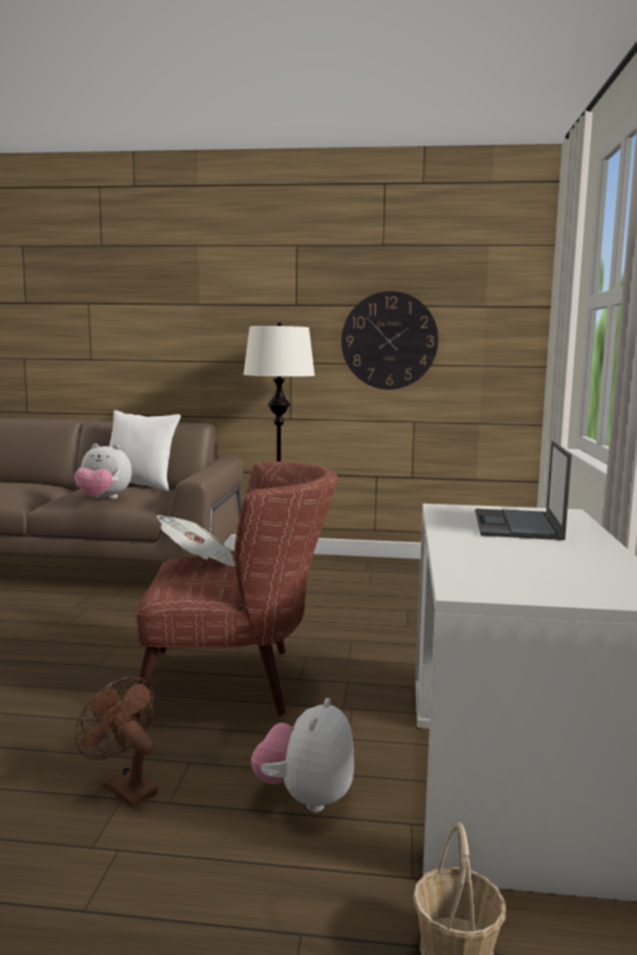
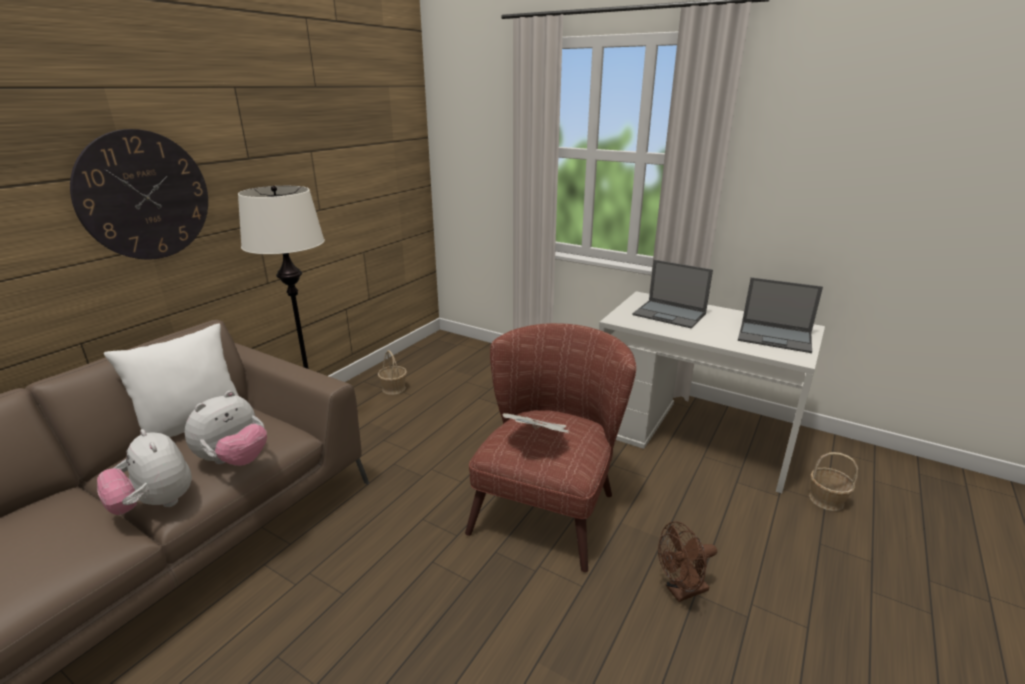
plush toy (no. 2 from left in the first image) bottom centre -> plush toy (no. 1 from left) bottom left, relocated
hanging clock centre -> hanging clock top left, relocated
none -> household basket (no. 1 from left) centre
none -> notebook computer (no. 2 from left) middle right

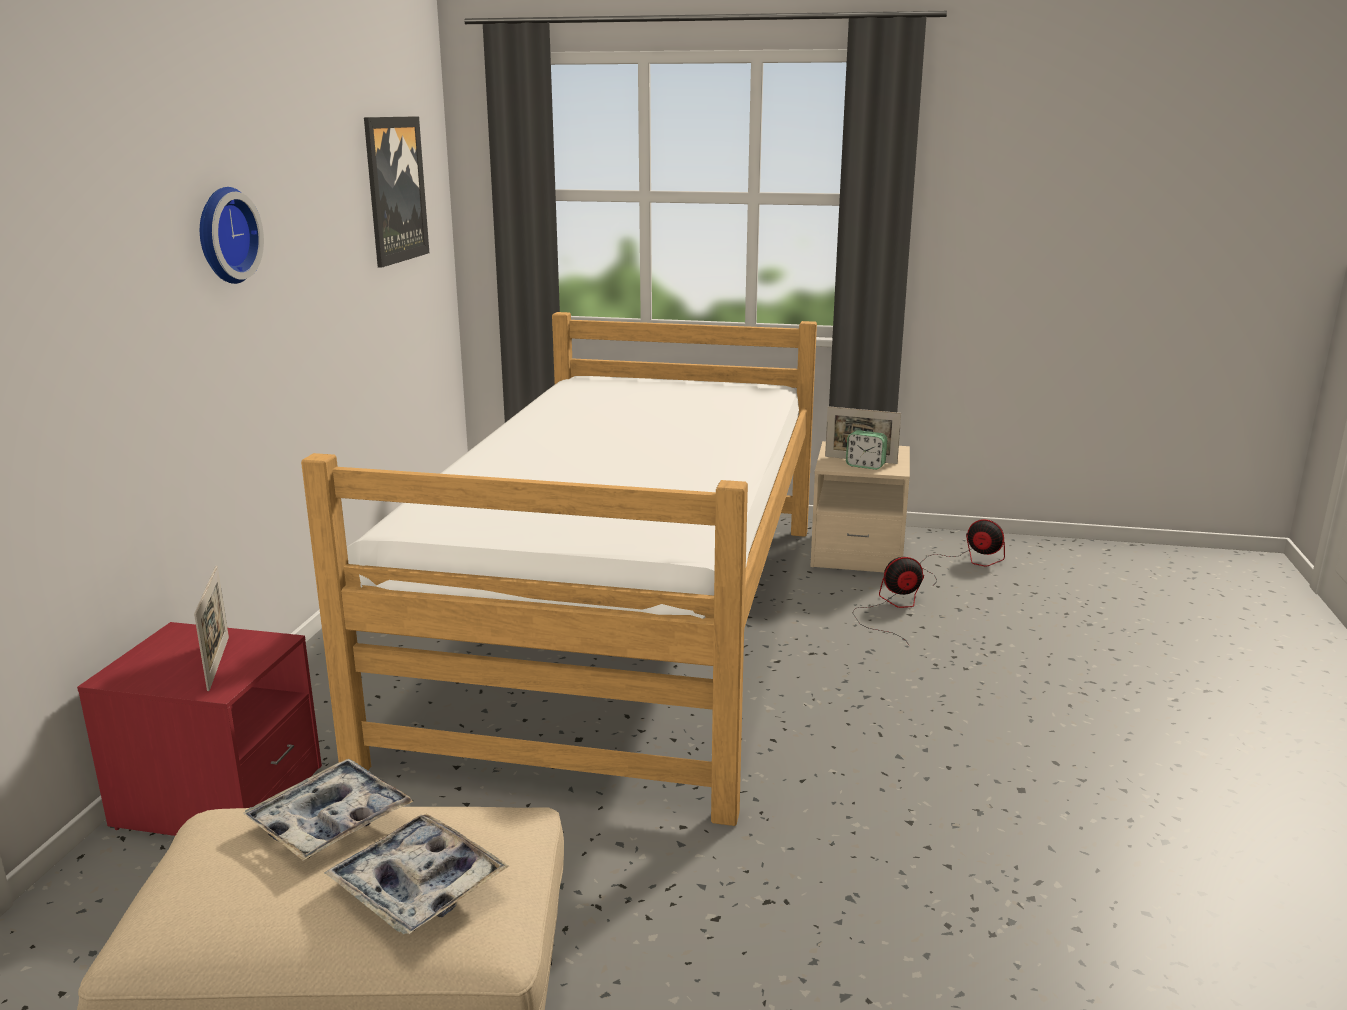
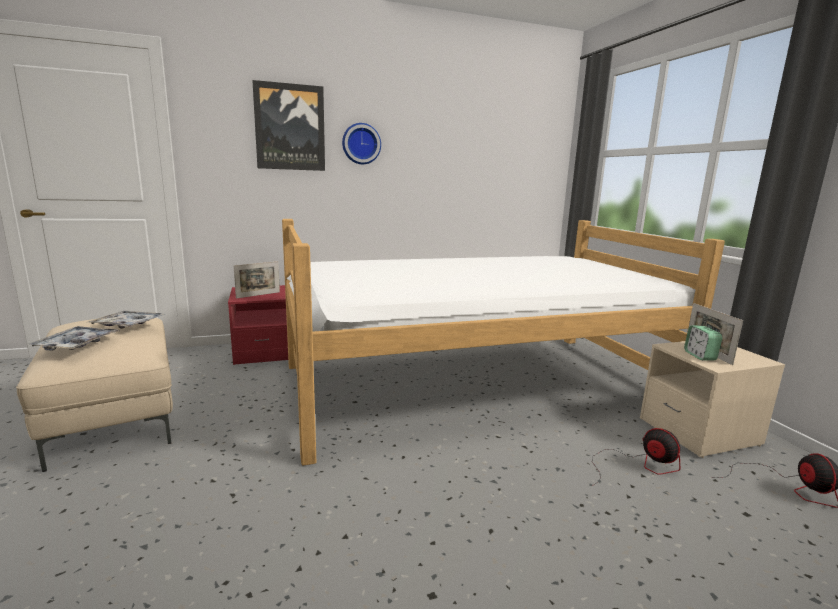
picture top left -> picture top centre, relocated

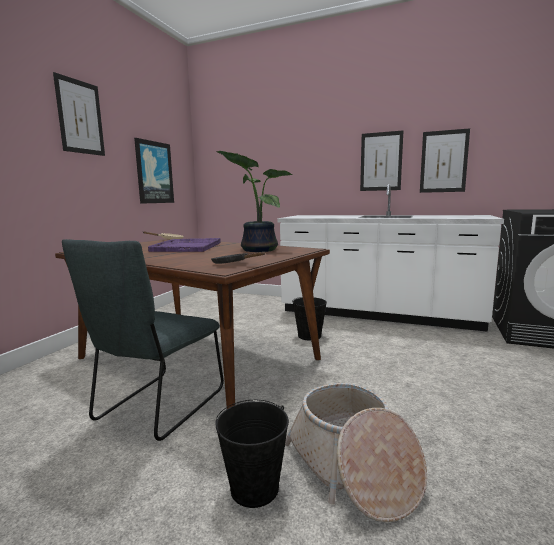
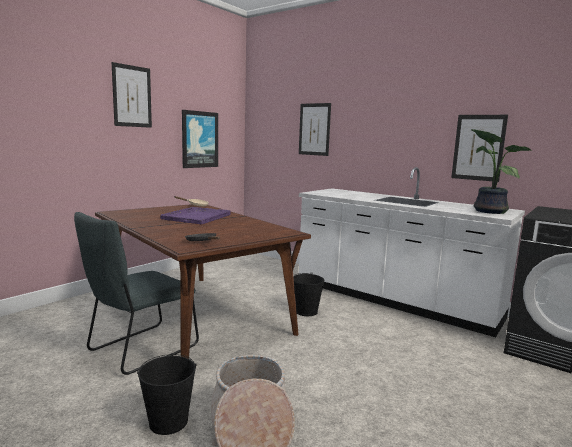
potted plant centre -> potted plant middle right, relocated
picture (no. 3 from left) top right -> picture (no. 3 from left) top centre, relocated

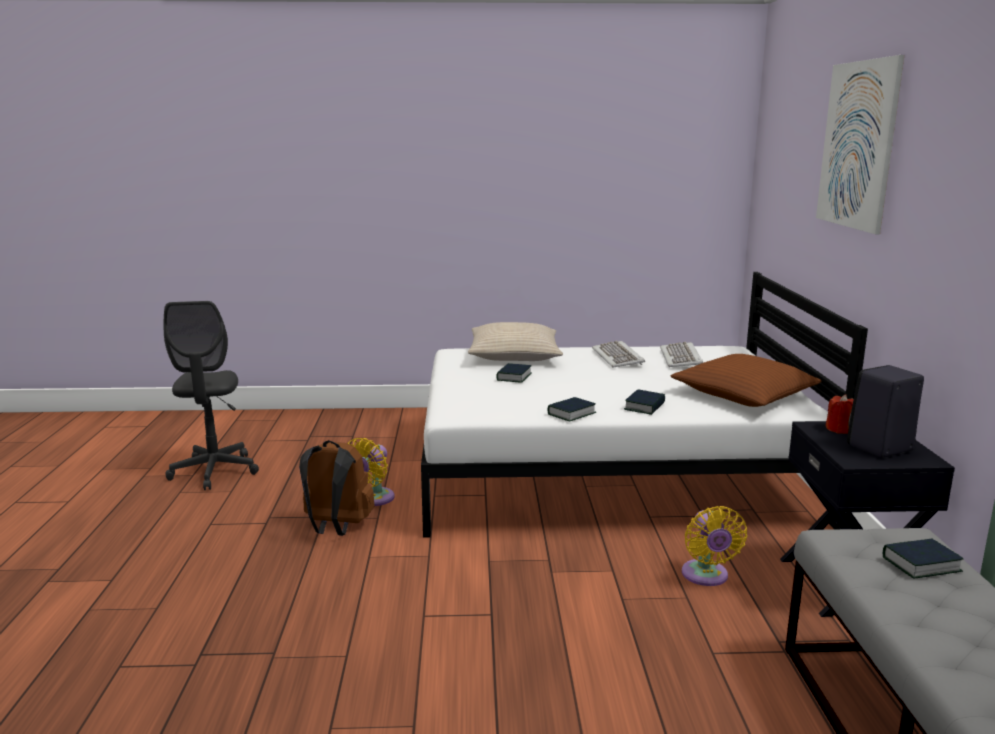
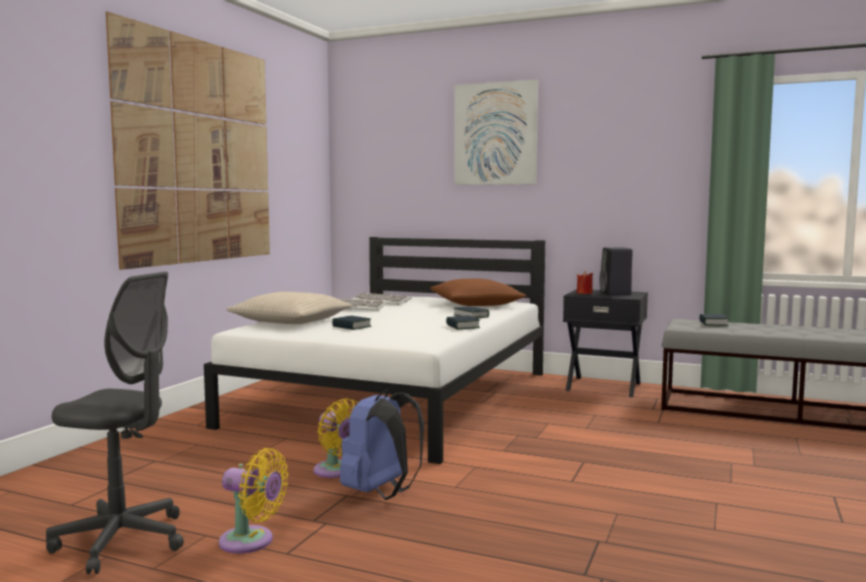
knapsack (brownish) centre -> knapsack (blue) bottom centre
fan (yellow-coloured) (no. 2 from left in the first image) bottom right -> fan (yellow-coloured) (no. 1 from left) bottom left, relocated
none -> picture (no. 1 from left) top left

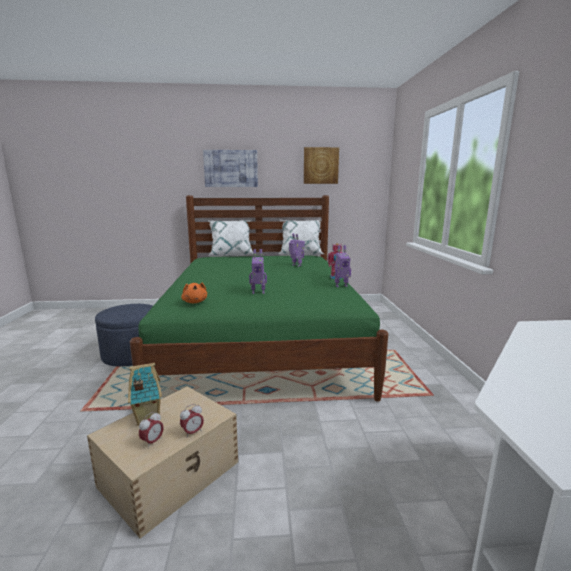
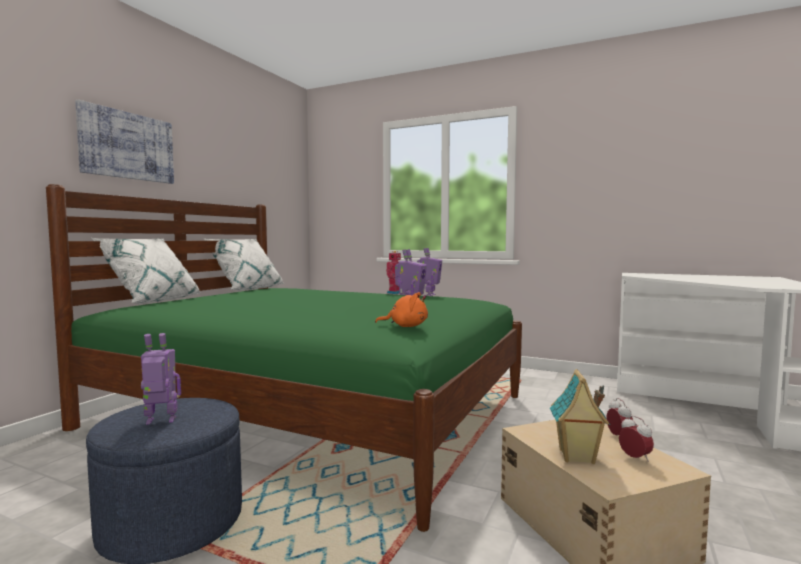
model robot (no. 2 from left in the first image) centre -> model robot (no. 1 from left) bottom left, relocated
picture (no. 2 from left) top centre -> none

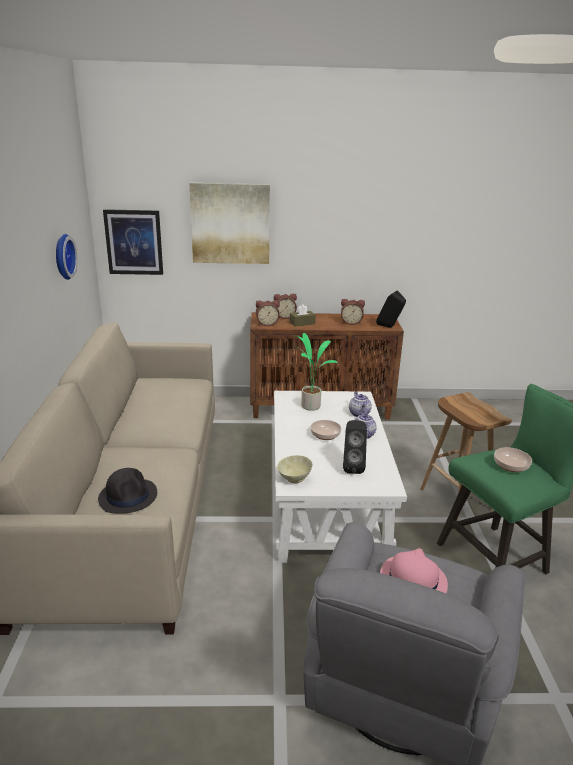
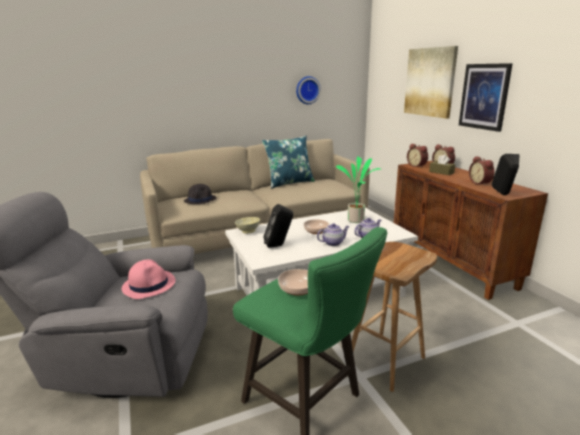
picture (no. 1 from left in the first image) top left -> picture (no. 2 from left) top right, relocated
none -> pillow (blue) centre

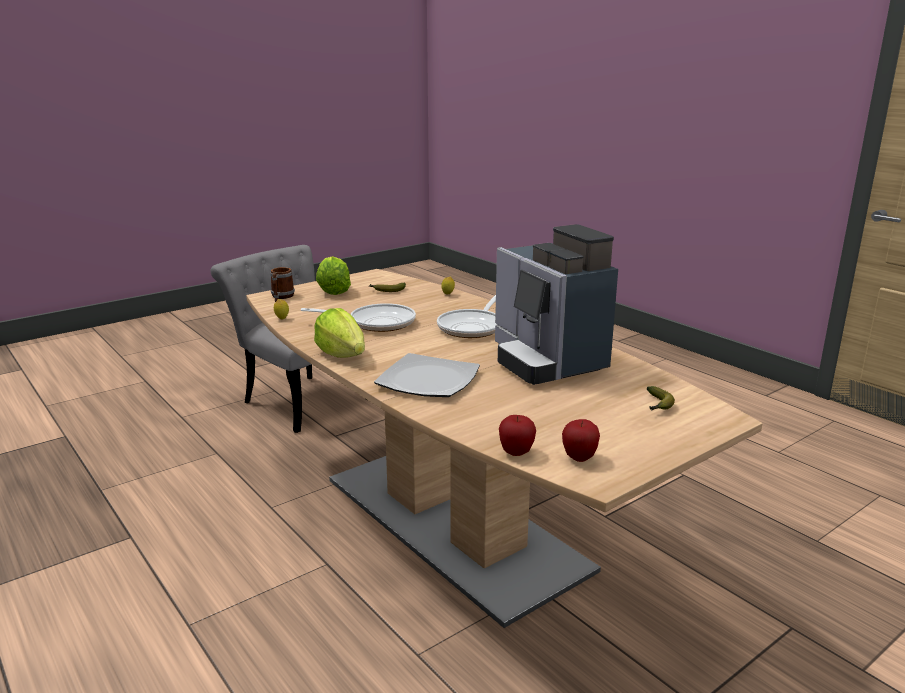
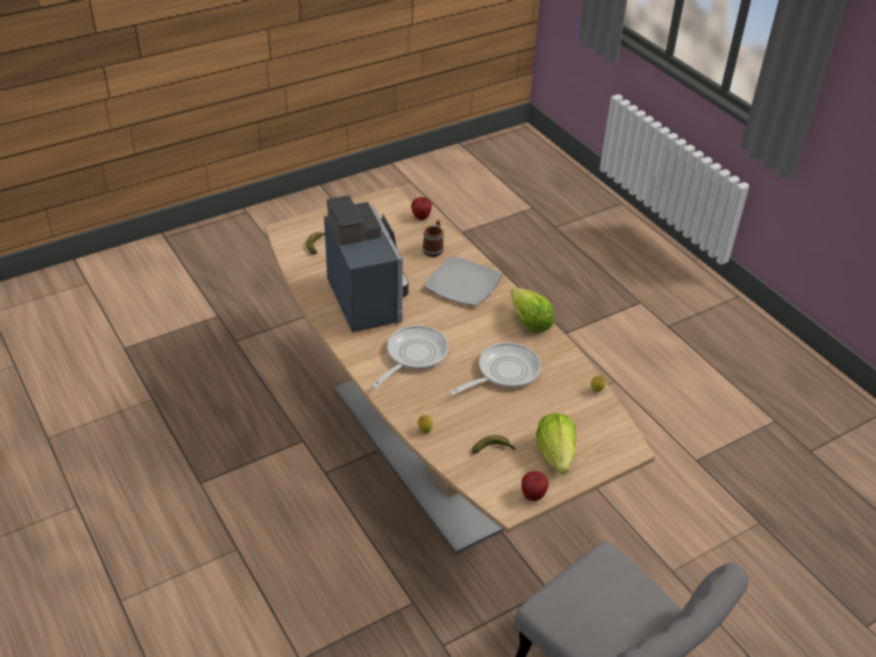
tea mug middle left -> tea mug centre, relocated
skillet (no. 1 from left in the first image) centre -> skillet (no. 2 from left) centre, 135 degrees clockwise
apple fruit (no. 2 from left) centre -> apple fruit (no. 2 from left) bottom centre, relocated

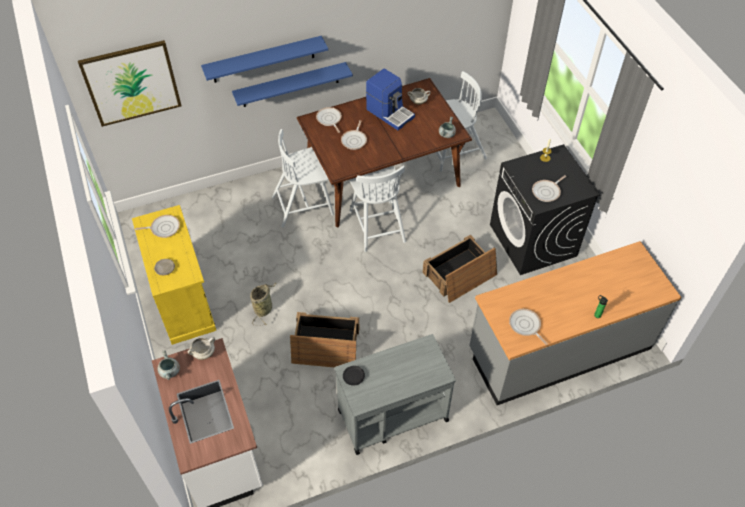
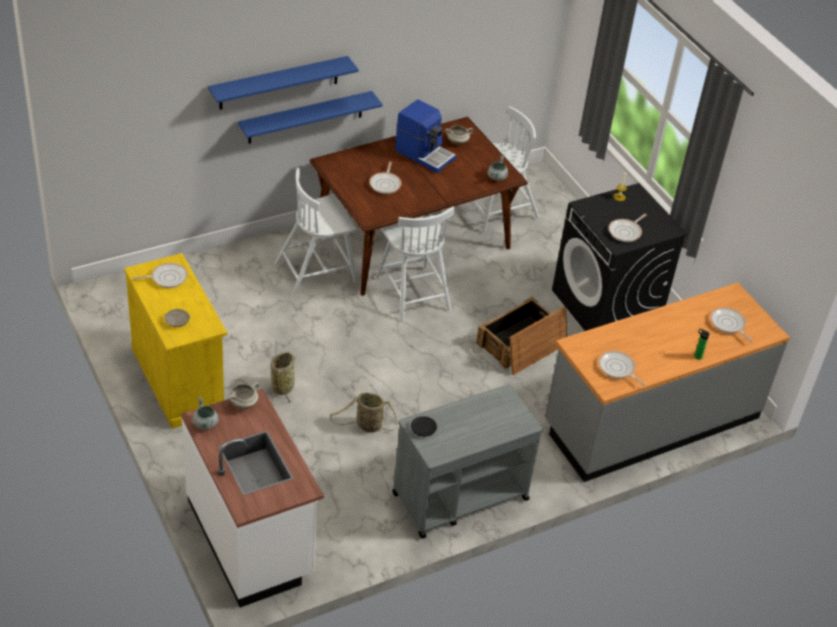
picture top left -> none
shipping crate (no. 1 from left) bottom centre -> household basket (no. 2 from left) centre
skillet (no. 2 from left in the first image) top centre -> skillet (no. 5 from left) middle right, relocated

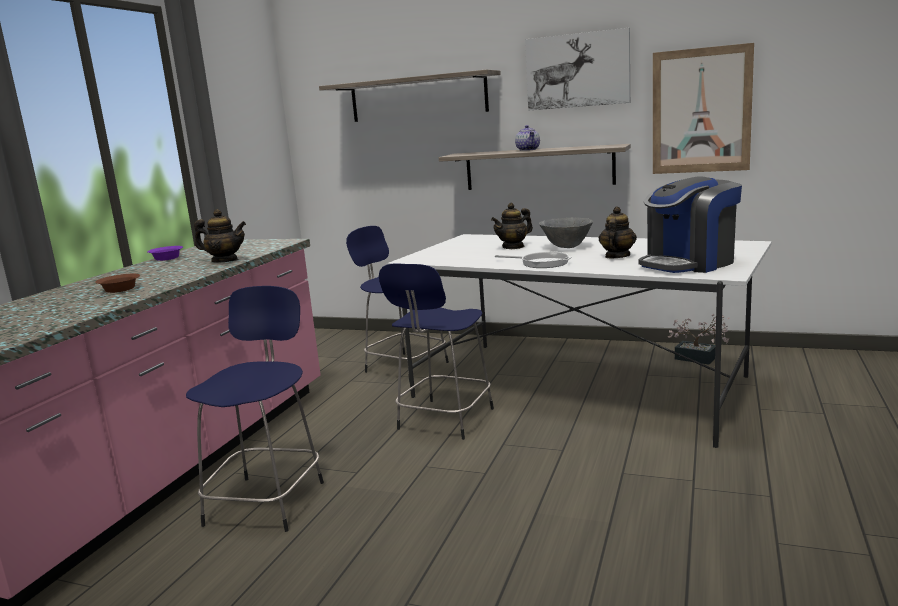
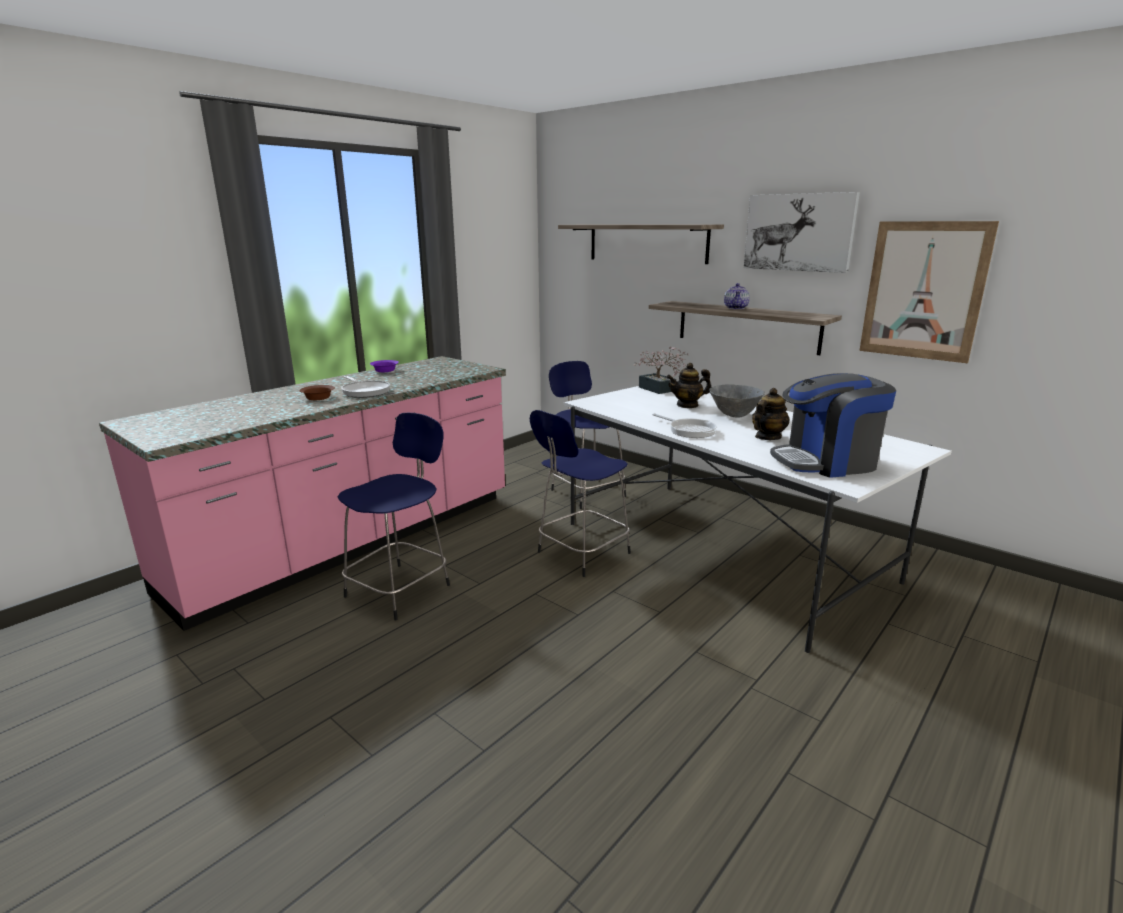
tea pot (no. 1 from left) middle left -> none
potted plant middle right -> potted plant centre, relocated
none -> skillet (no. 1 from left) middle left

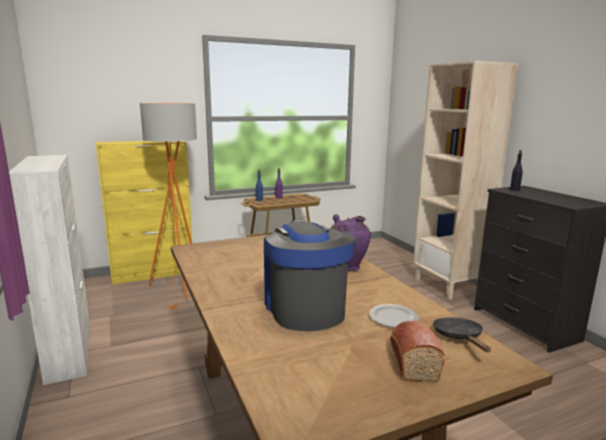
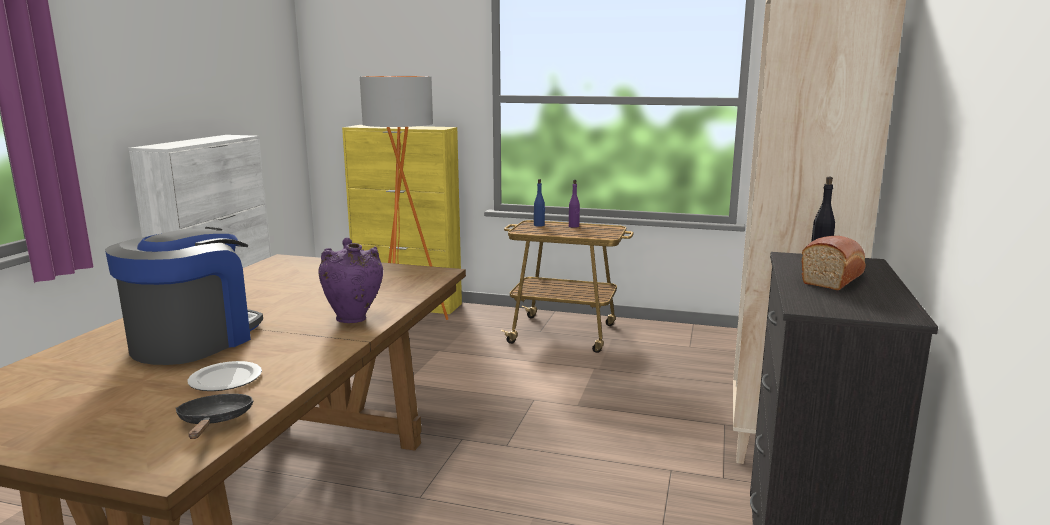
baked bread bottom right -> baked bread middle right, relocated
skillet (blackish) bottom right -> skillet (blackish) bottom left, 45 degrees counterclockwise

